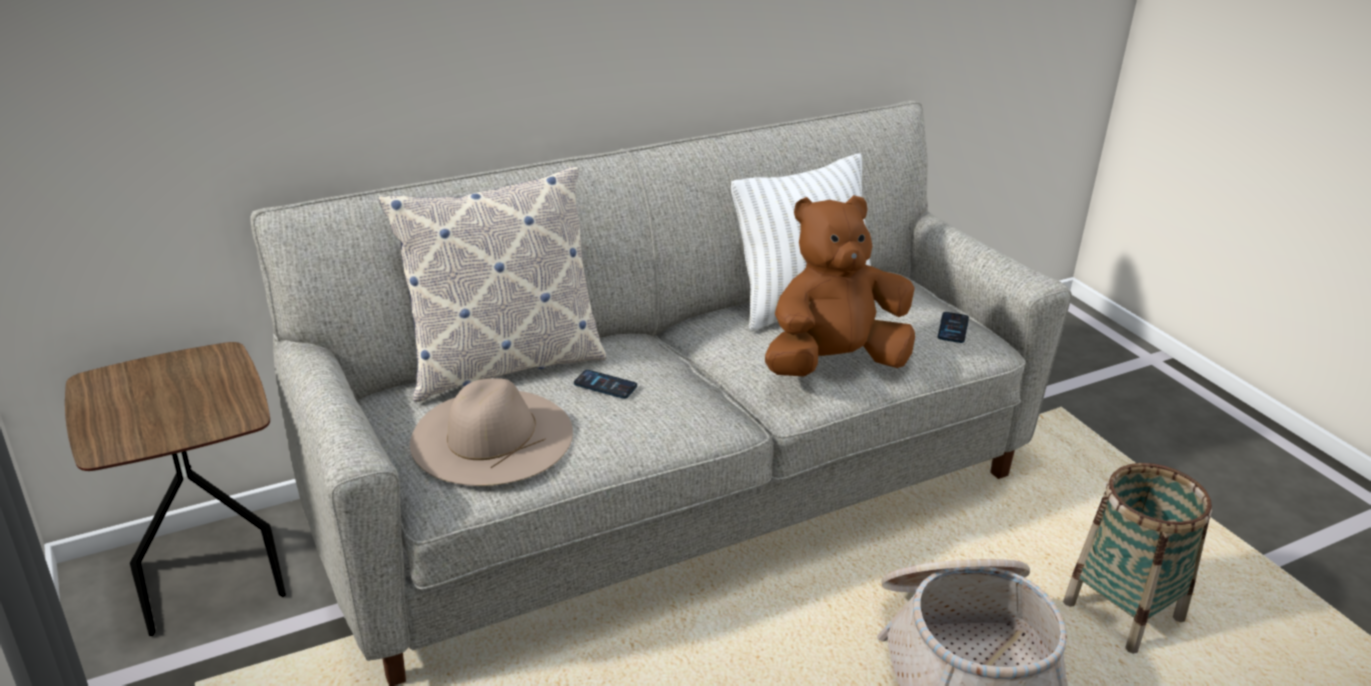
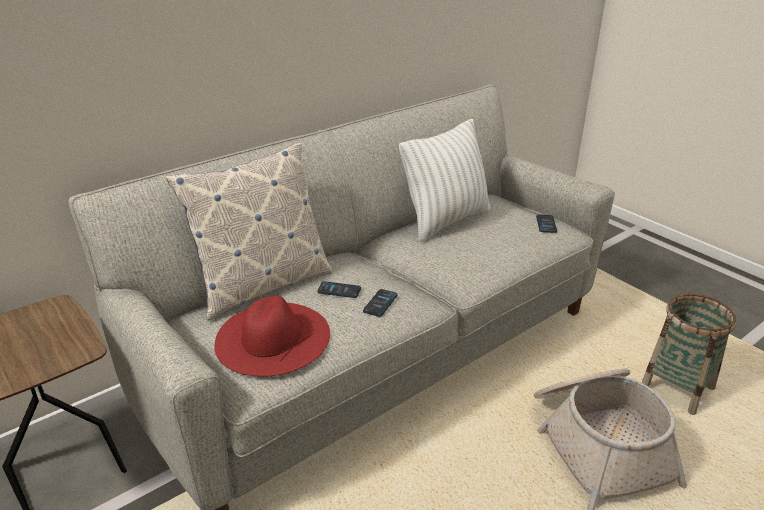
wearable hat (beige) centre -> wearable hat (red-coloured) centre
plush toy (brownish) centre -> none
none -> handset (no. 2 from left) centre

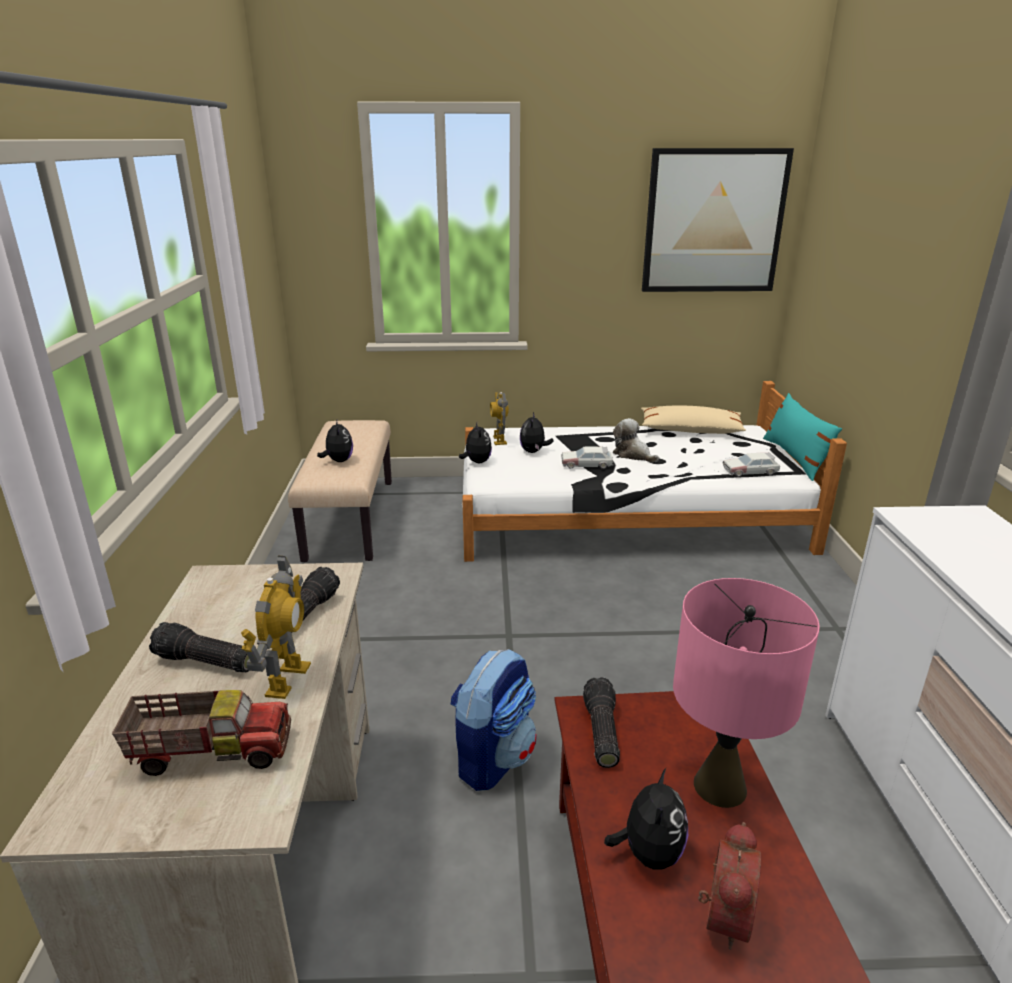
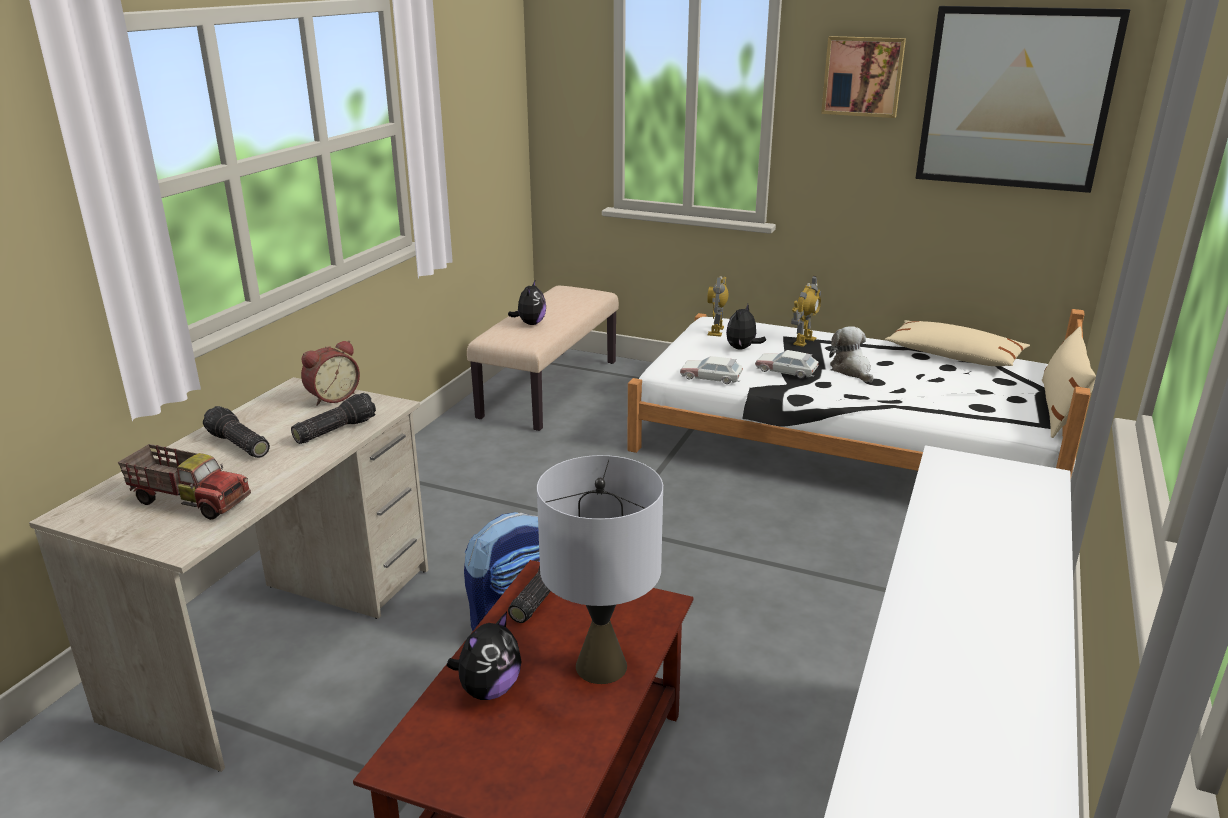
model robot (no. 1 from left in the first image) middle left -> model robot (no. 2 from left) centre, relocated
plush toy (no. 2 from left) centre -> none
table lamp (pinkish) bottom right -> table lamp (grey) bottom centre
bedside clock bottom right -> bedside clock middle left, relocated
miniature car (no. 2 from left in the first image) middle right -> miniature car (no. 1 from left) centre, relocated
pillow (turquoise-coloured) middle right -> pillow (beige) (no. 2 from left) middle right
none -> picture (no. 1 from left) top right

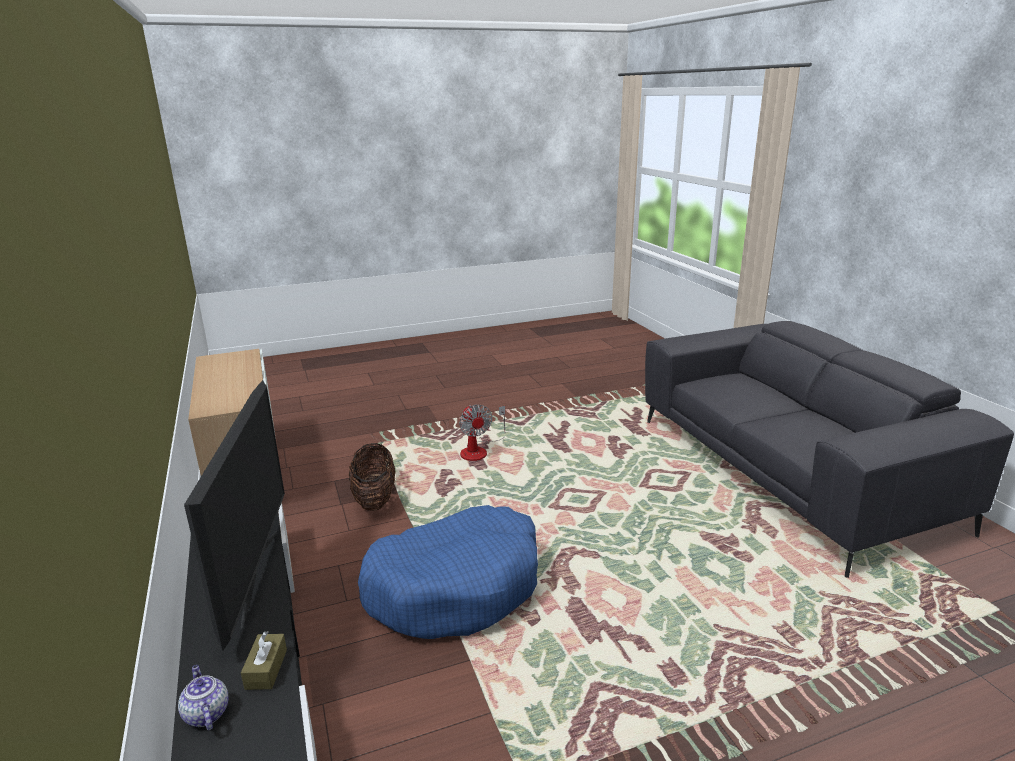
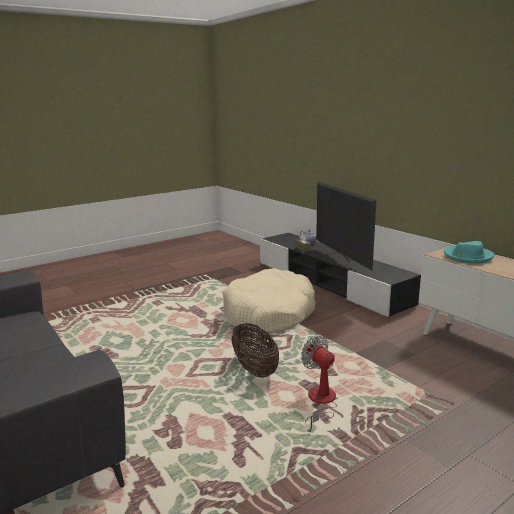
household basket centre -> household basket bottom centre, relocated
dog cushion (blue) bottom centre -> dog cushion (beige) centre
none -> wearable hat (turquoise-coloured) middle right

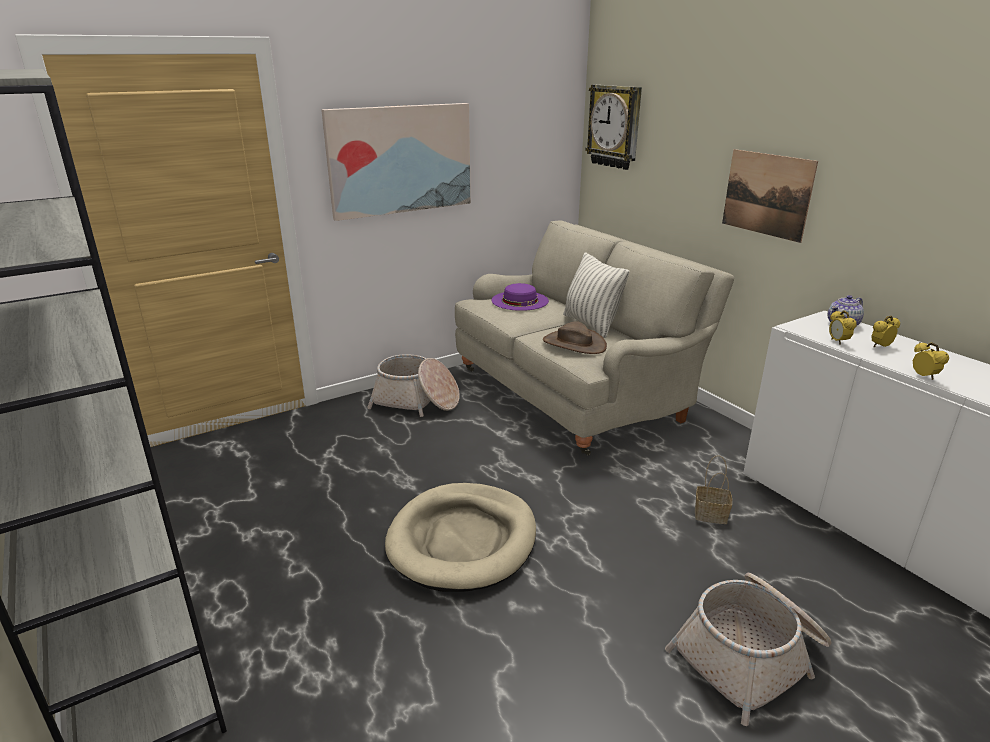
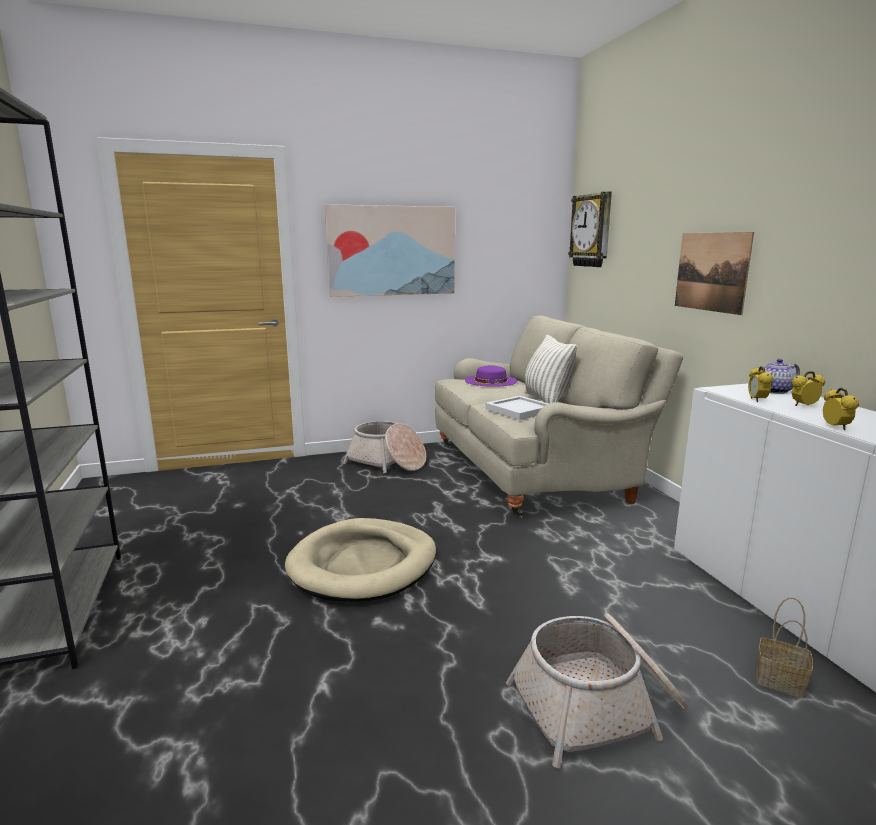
wearable hat (brownish) centre -> carrying tray (white-coloured) centre
household basket (no. 2 from left in the first image) middle right -> household basket (no. 3 from left) bottom right, relocated

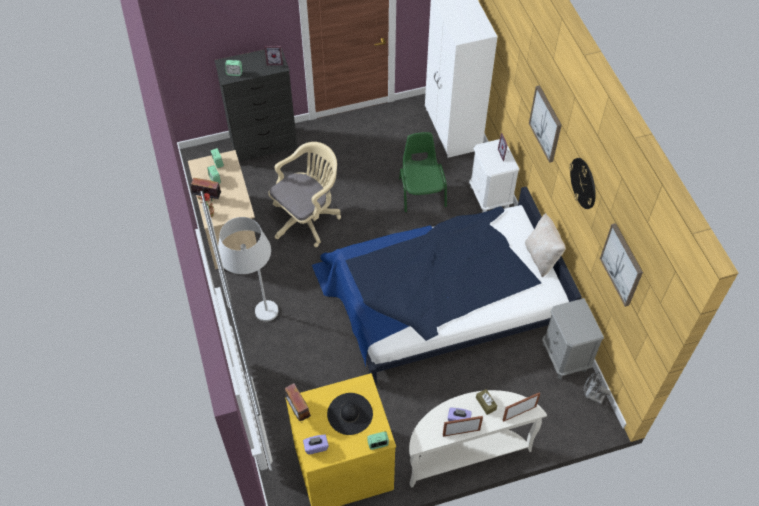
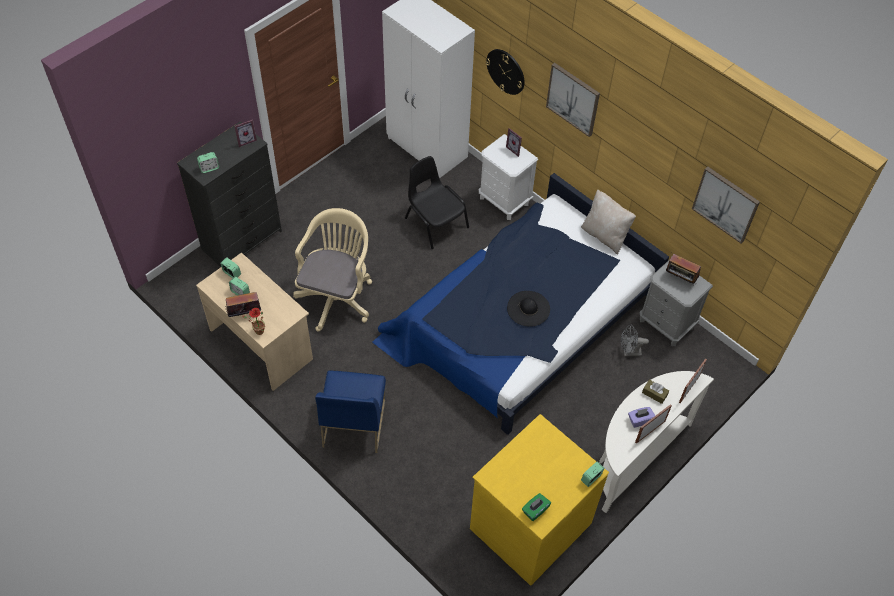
standing lamp (white-coloured) middle left -> upright chair (blue) bottom centre
radio (no. 2 from left) bottom centre -> radio (no. 2 from left) middle right, relocated
tissue holder (purplish) (no. 1 from left) bottom centre -> tissue holder (green) bottom centre
wearable hat (blackish) bottom centre -> wearable hat (blackish) centre, relocated
upright chair (green) centre -> upright chair (blackish) centre
hanging clock middle right -> hanging clock top centre, relocated
fan (grey) bottom right -> fan (grey) middle right, relocated

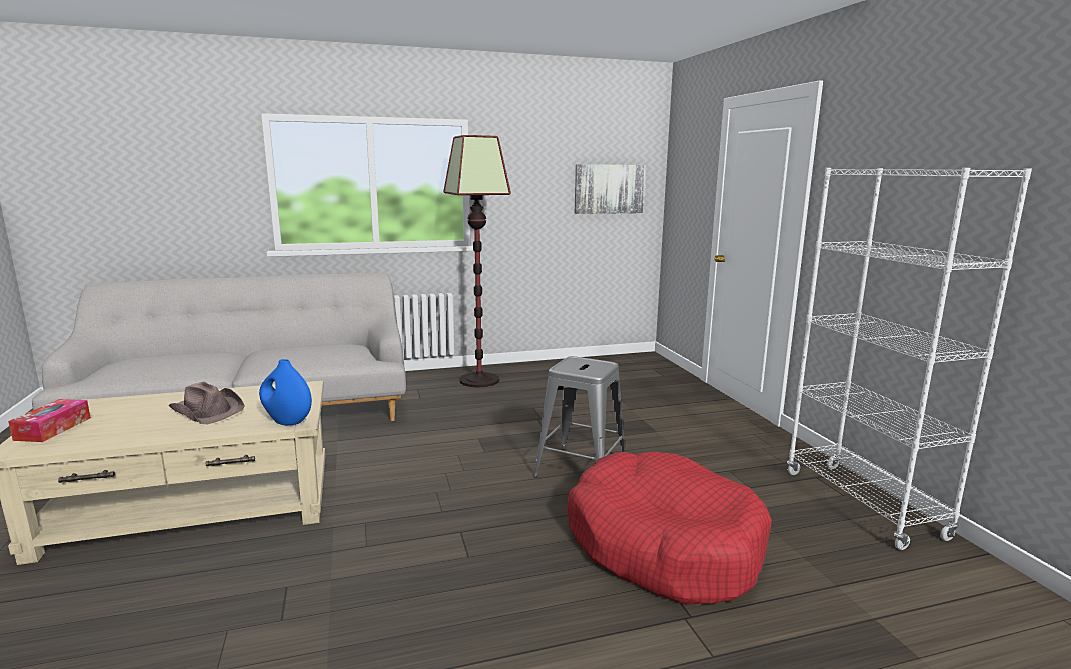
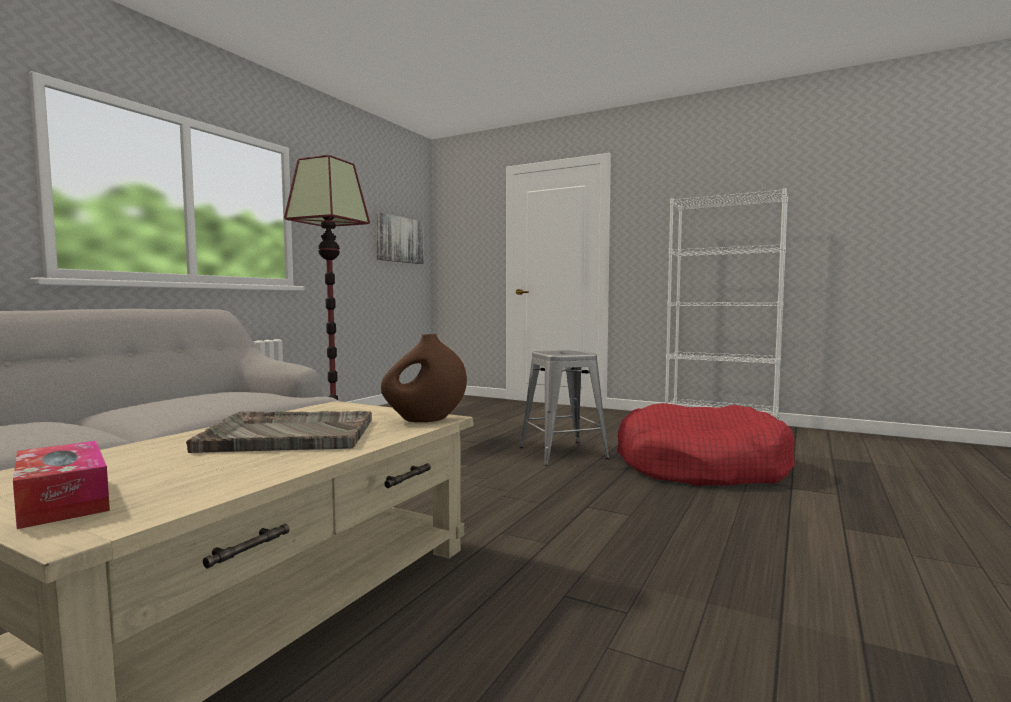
wearable hat (brownish) middle left -> carrying tray (grey) middle left
vase (blue) middle left -> vase (brownish) centre

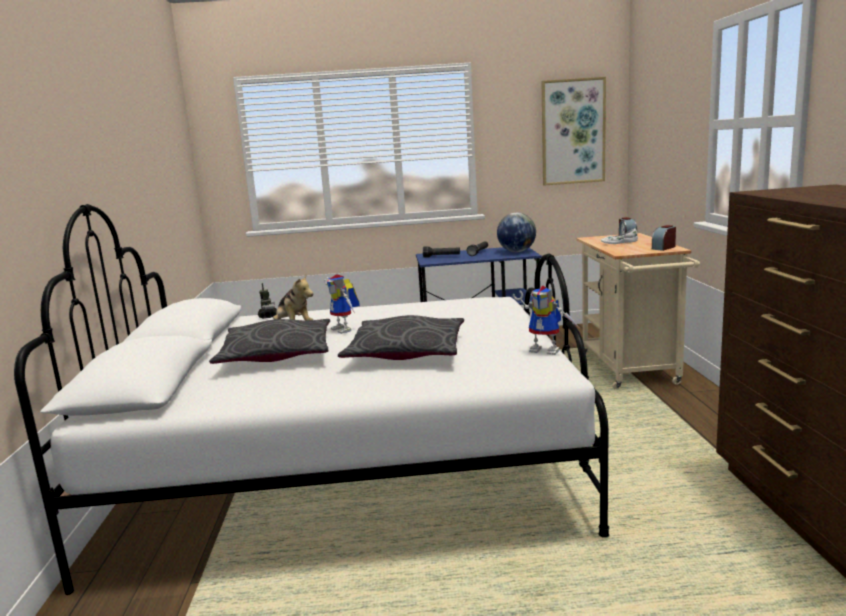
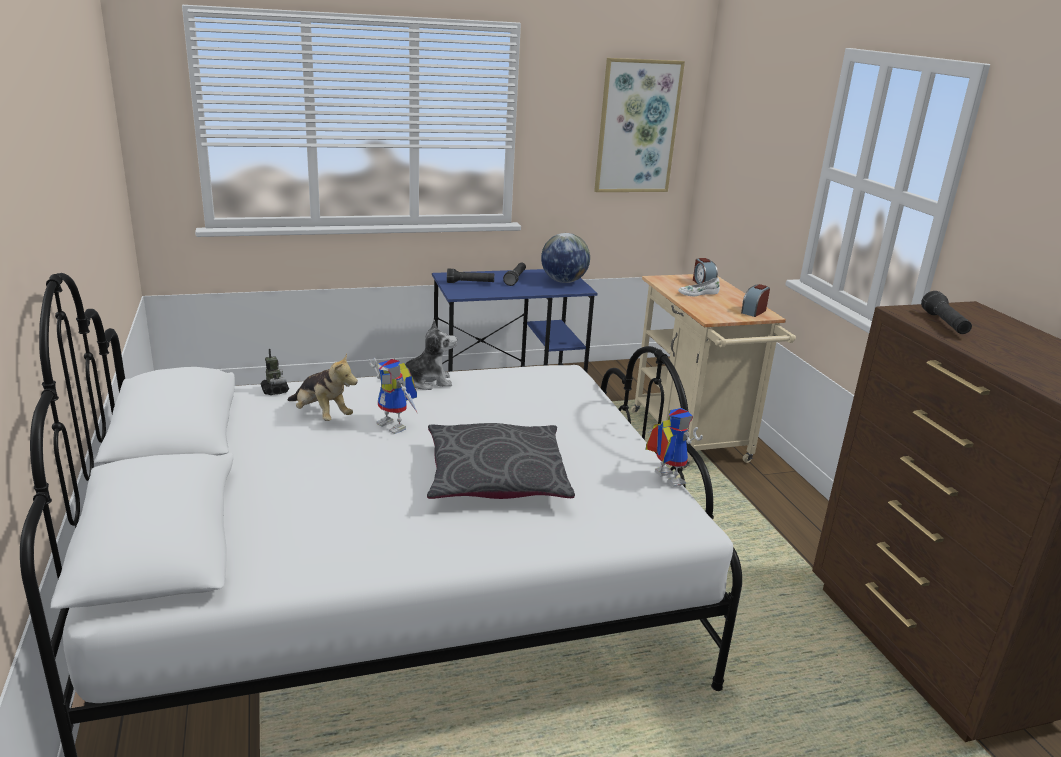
pillow (grey) (no. 1 from left) middle left -> none
model robot (no. 3 from left) centre, 135 degrees counterclockwise
none -> plush toy (no. 2 from left) centre
none -> flashlight (blackish) (no. 3 from left) middle right

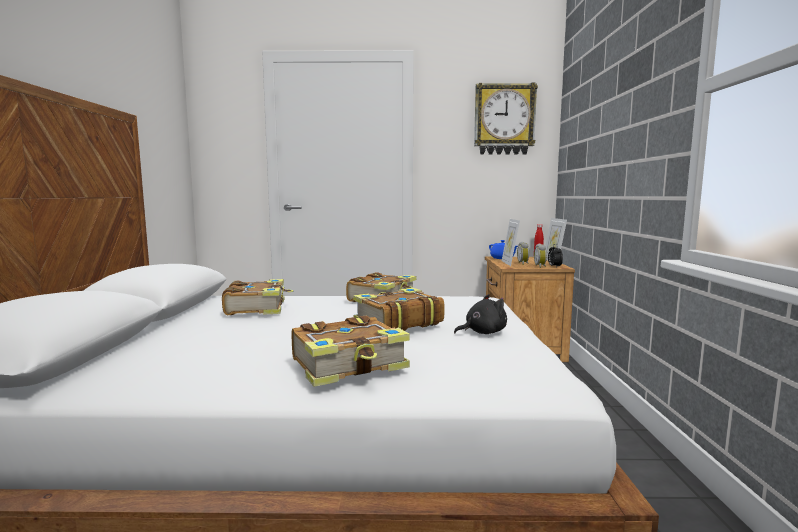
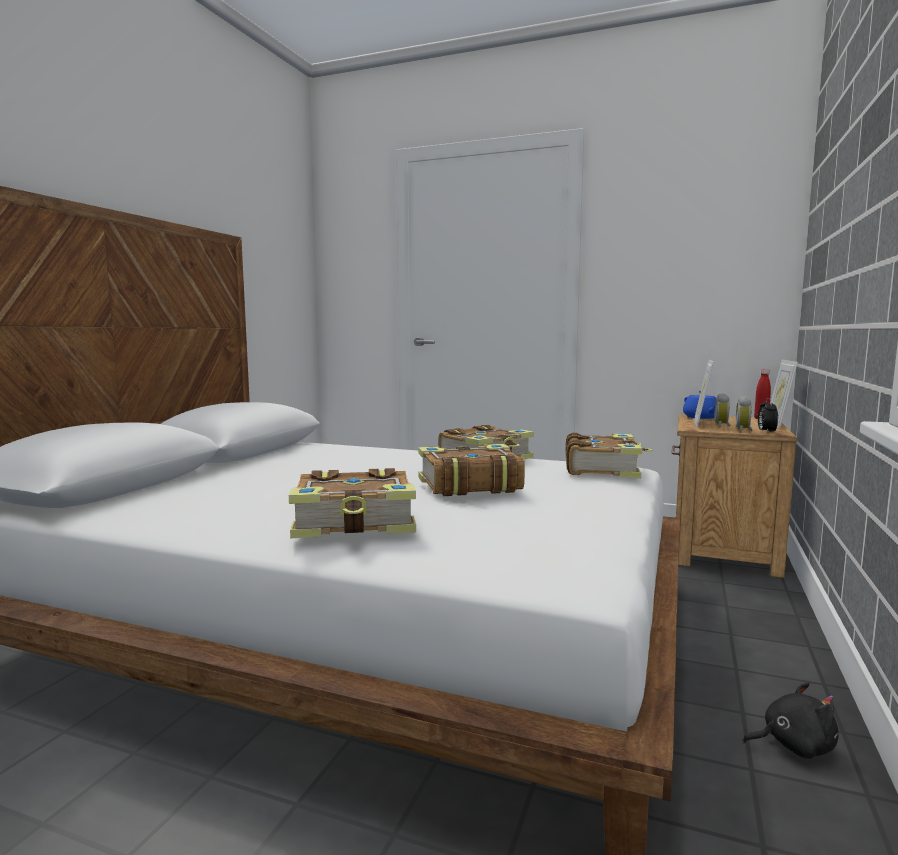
book (no. 1 from left in the first image) middle left -> book (no. 4 from left) middle right, relocated
plush toy (blackish) centre -> plush toy (blackish) bottom right, relocated
hanging clock top centre -> none

